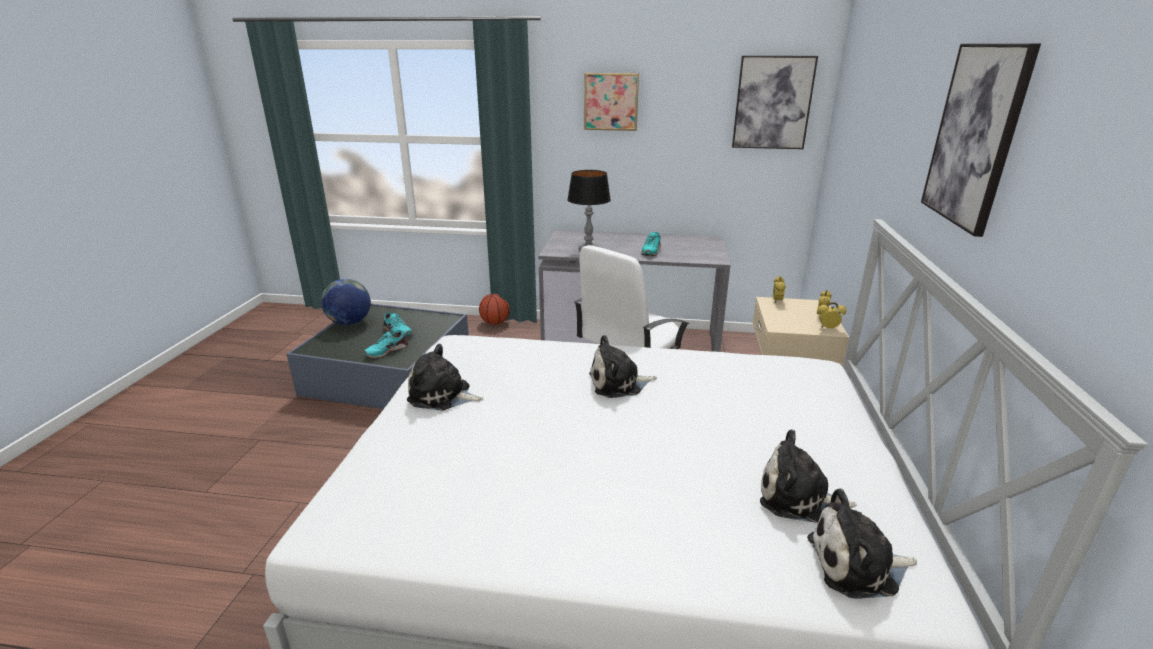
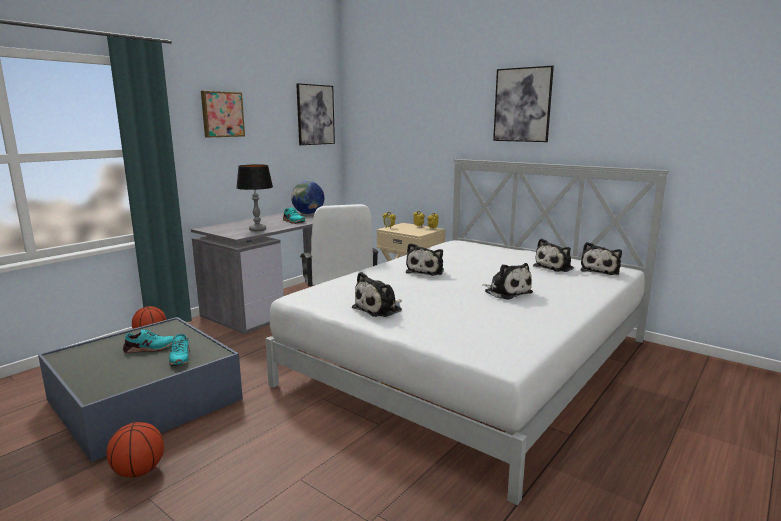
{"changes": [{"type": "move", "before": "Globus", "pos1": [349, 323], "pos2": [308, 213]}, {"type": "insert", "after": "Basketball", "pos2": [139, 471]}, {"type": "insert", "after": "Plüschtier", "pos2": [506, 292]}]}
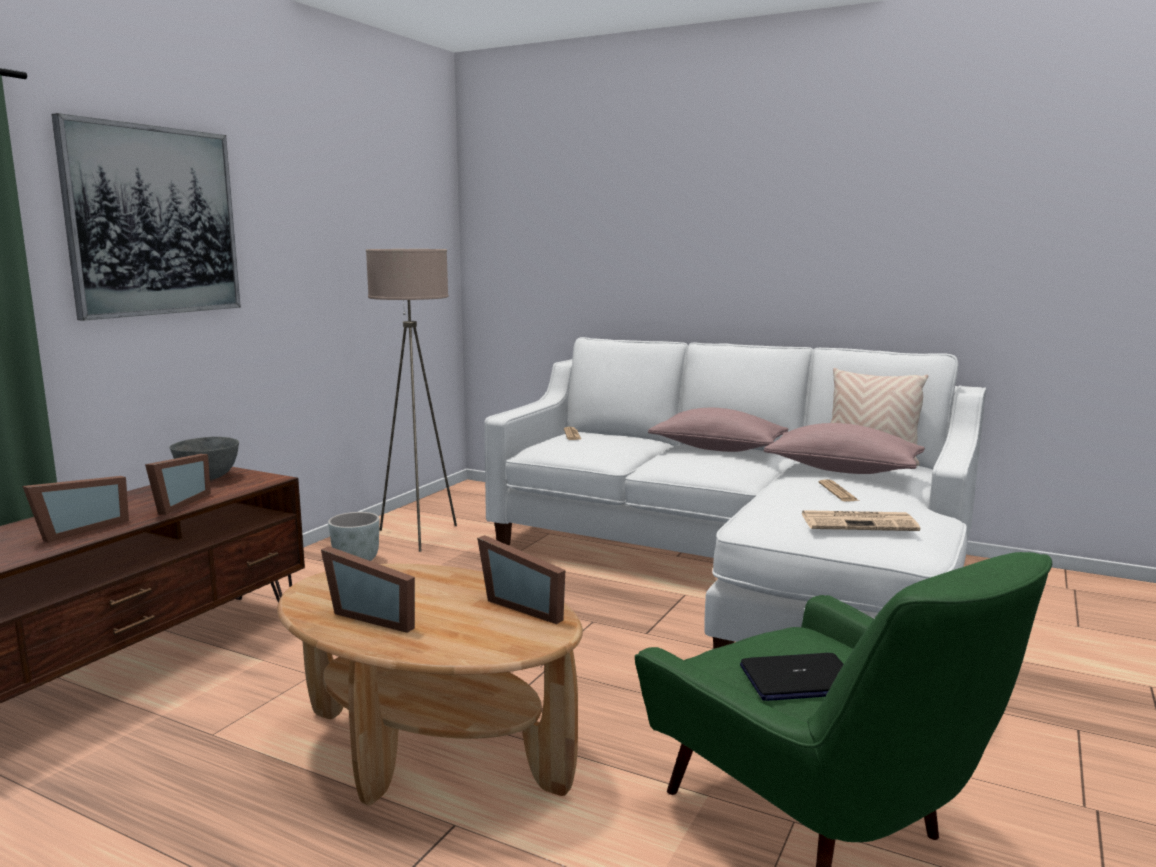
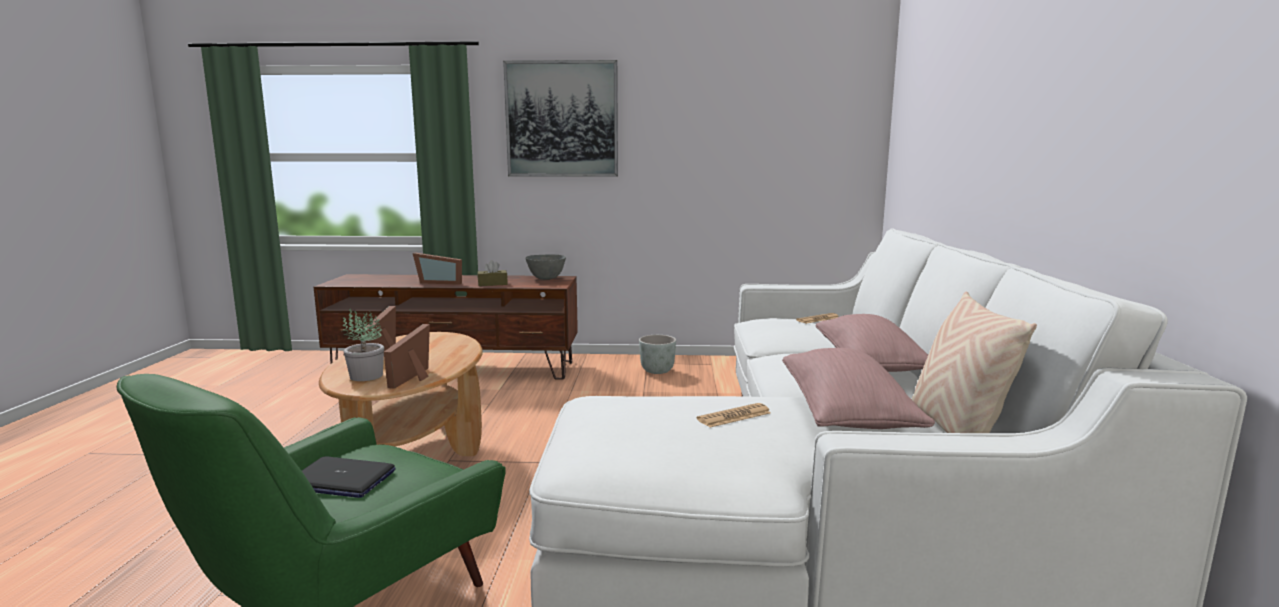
{"changes": [{"type": "replace", "before": "Bilderrahmen", "after": "Taschentuchbox/braun", "pos1": [175, 504], "pos2": [492, 284]}, {"type": "delete", "before": "Stehlampe/beige", "pos1": [418, 535]}, {"type": "rotate", "before": "Laptop", "pos1": [799, 680], "pos2": [340, 479], "turn": -45}, {"type": "delete", "before": "Zeitung", "pos1": [860, 522]}, {"type": "insert", "after": "Topfpflanze", "pos2": [365, 376]}]}
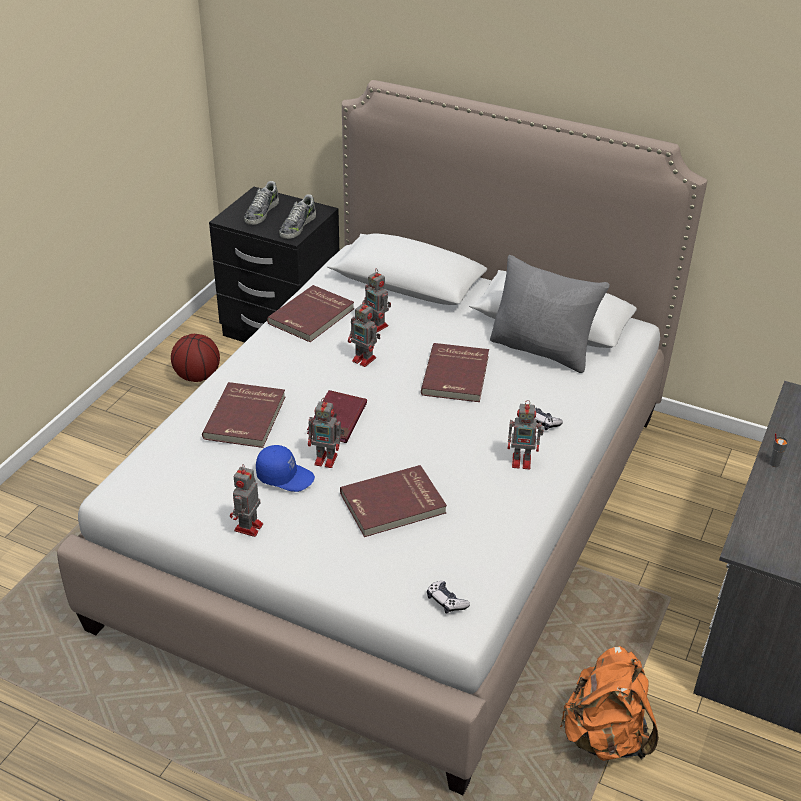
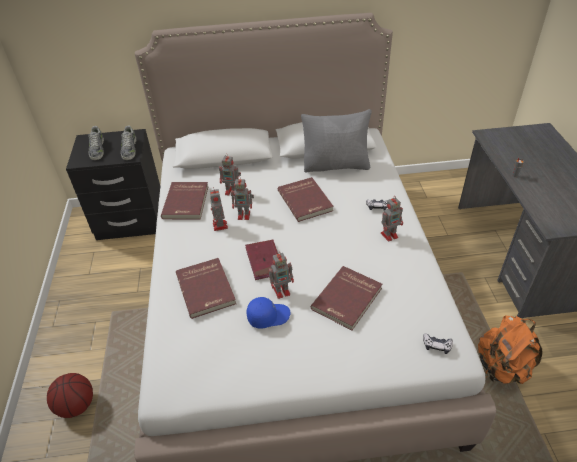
{"changes": [{"type": "move", "before": "Basketball", "pos1": [197, 376], "pos2": [76, 405]}, {"type": "move", "before": "Spielzeugroboter", "pos1": [248, 528], "pos2": [220, 226]}]}
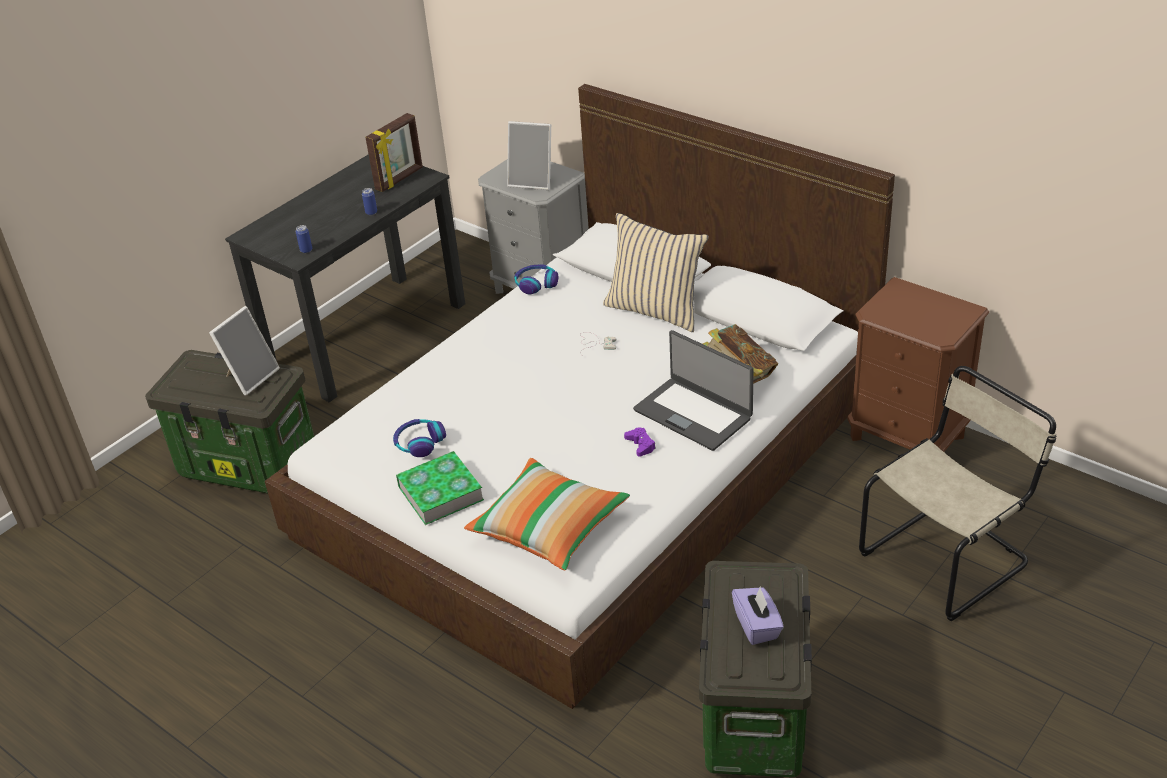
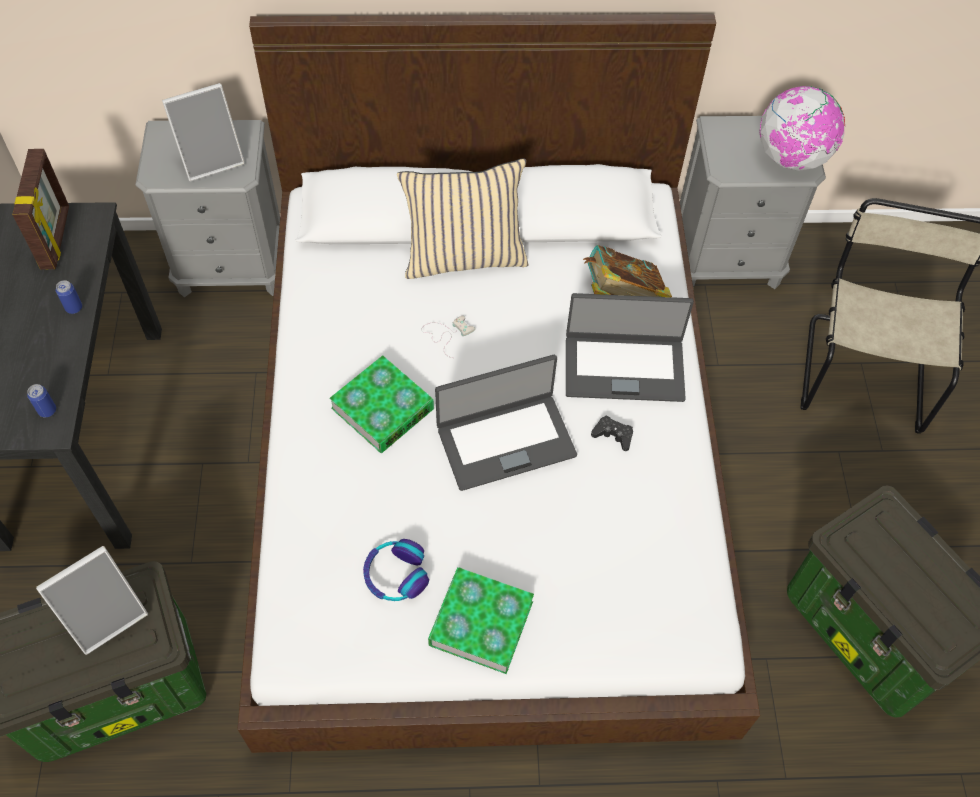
{"changes": [{"type": "rotate", "before": "Bilderrahmen", "pos1": [250, 377], "pos2": [106, 615], "turn": 60}, {"type": "delete", "before": "Kissen", "pos1": [549, 527]}, {"type": "delete", "before": "Kopfhörer", "pos1": [536, 284]}, {"type": "recolor", "before": "Gamepad/lila", "after": "Gamepad/schwarz", "pos1": [640, 445], "pos2": [613, 435]}, {"type": "delete", "before": "Taschentuchbox/lila", "pos1": [757, 626]}, {"type": "recolor", "before": "Nachttisch/braun", "after": "Nachttisch/grau", "pos1": [907, 437], "pos2": [727, 260]}, {"type": "insert", "after": "Buch", "pos2": [382, 409]}, {"type": "insert", "after": "Laptop", "pos2": [505, 440]}, {"type": "insert", "after": "Globus", "pos2": [792, 158]}]}
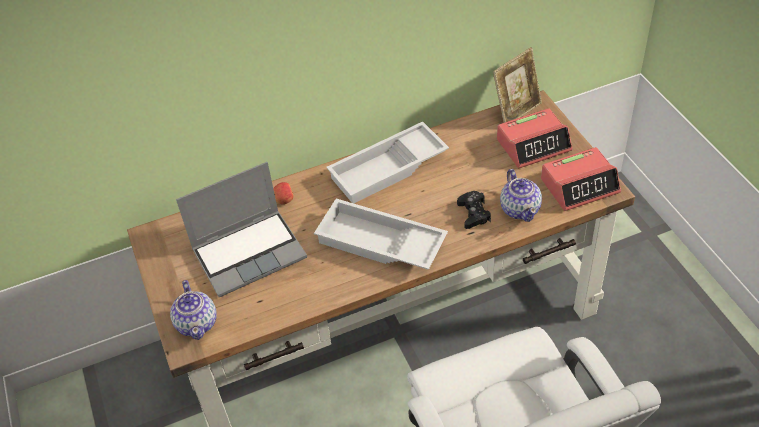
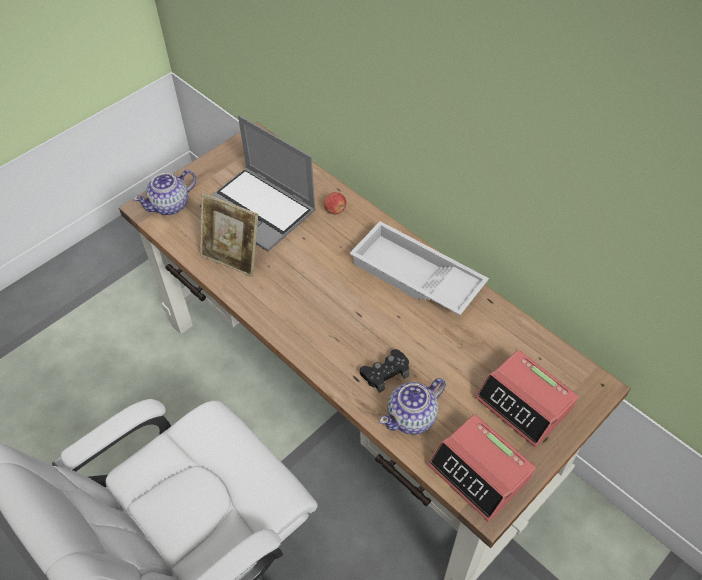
{"changes": [{"type": "delete", "before": "Tablett/weiß", "pos1": [379, 244]}, {"type": "move", "before": "Bilderrahmen", "pos1": [516, 110], "pos2": [232, 258]}]}
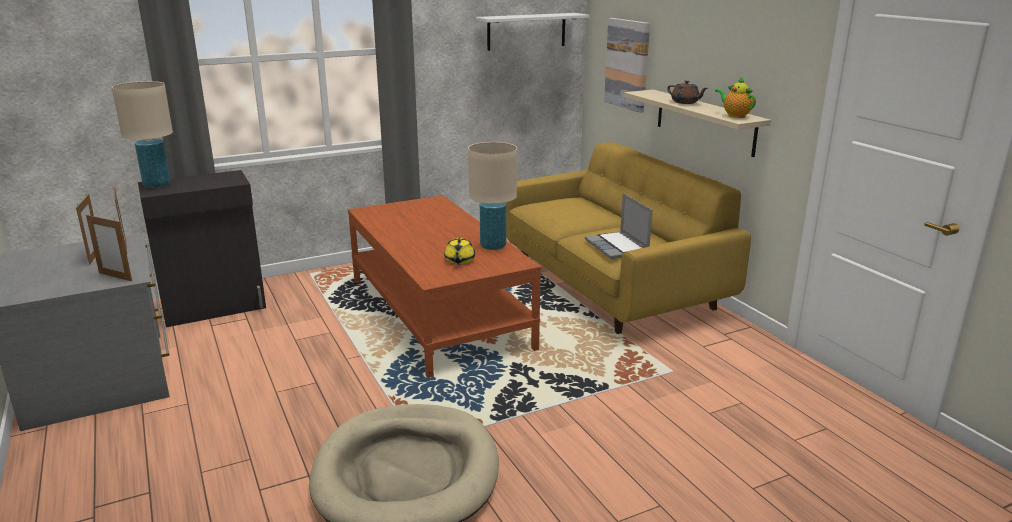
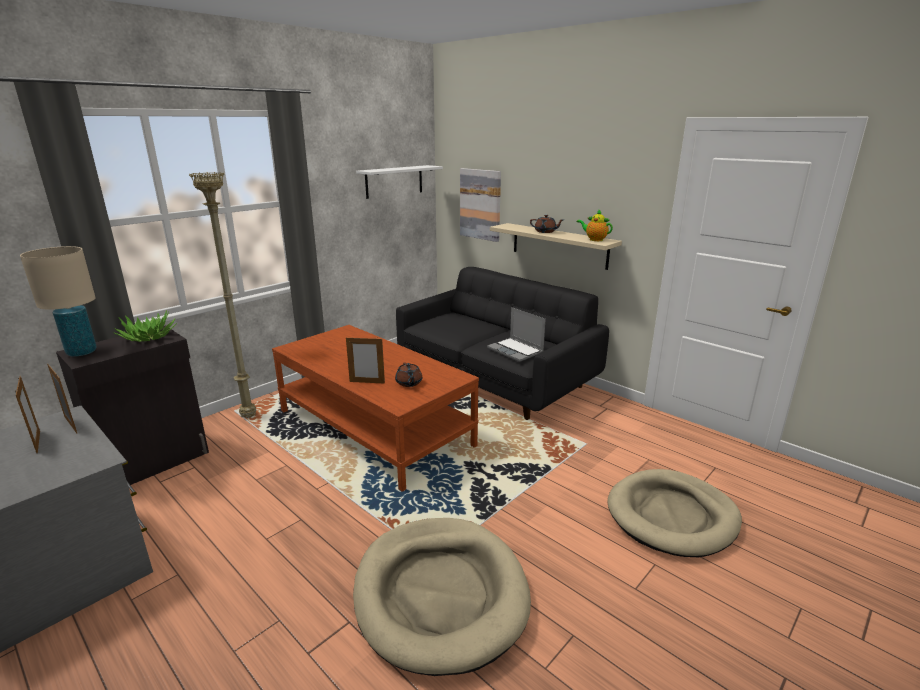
{"changes": [{"type": "move", "before": "Bilderrahmen", "pos1": [115, 277], "pos2": [367, 382]}, {"type": "recolor", "before": "Teekanne/gelb", "after": "Teekanne/braun", "pos1": [459, 261], "pos2": [409, 383]}, {"type": "delete", "before": "Tischlampe/beige", "pos1": [493, 246]}, {"type": "recolor", "before": "Sofa/gelb", "after": "Sofa/schwarz", "pos1": [611, 284], "pos2": [495, 379]}, {"type": "insert", "after": "Topfpflanze", "pos2": [148, 337]}, {"type": "insert", "after": "Stehlampe/beige", "pos2": [248, 416]}, {"type": "insert", "after": "Hundebett/beige", "pos2": [672, 516]}]}
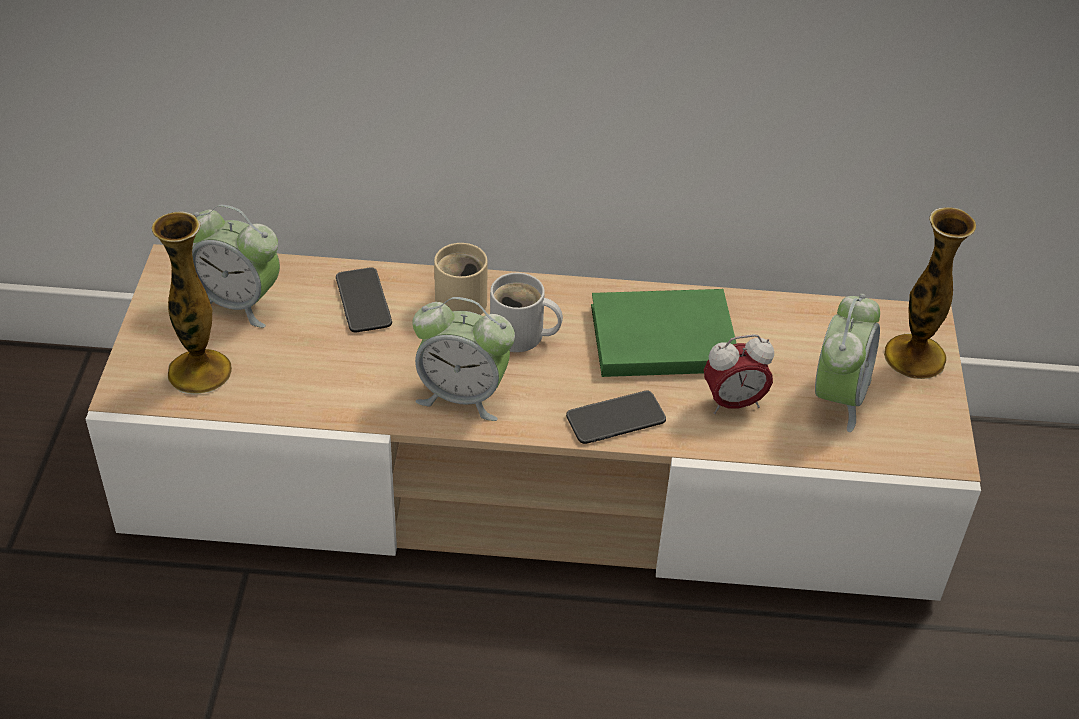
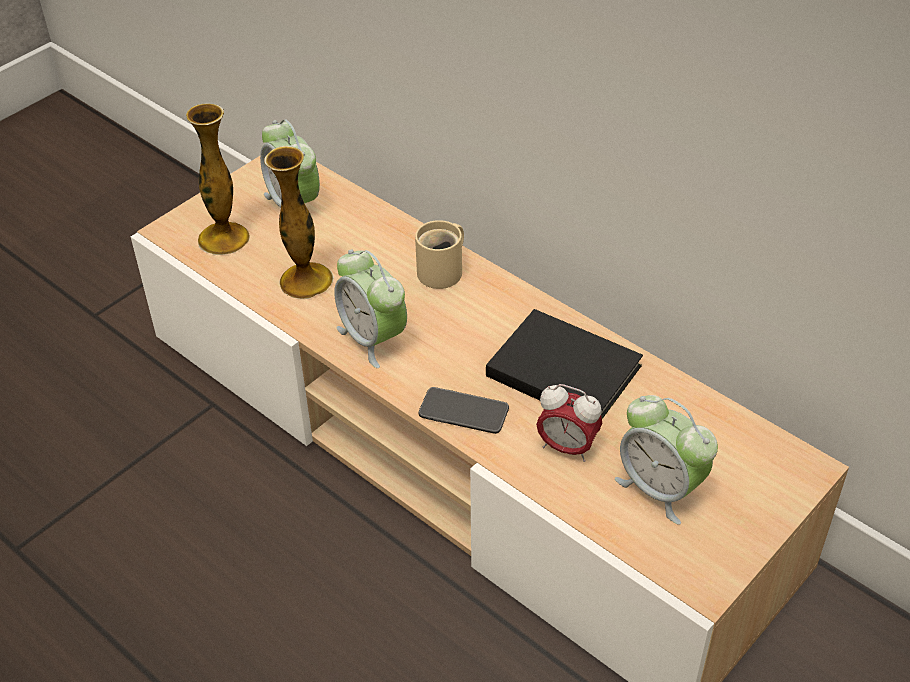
{"changes": [{"type": "delete", "before": "Handy", "pos1": [363, 301]}, {"type": "delete", "before": "Henkelbecher/weiß", "pos1": [521, 336]}, {"type": "recolor", "before": "Buch/grün", "after": "Buch/schwarz", "pos1": [658, 336], "pos2": [561, 368]}, {"type": "rotate", "before": "Wecker", "pos1": [838, 397], "pos2": [660, 488], "turn": 75}, {"type": "move", "before": "Vase", "pos1": [914, 356], "pos2": [306, 280]}]}
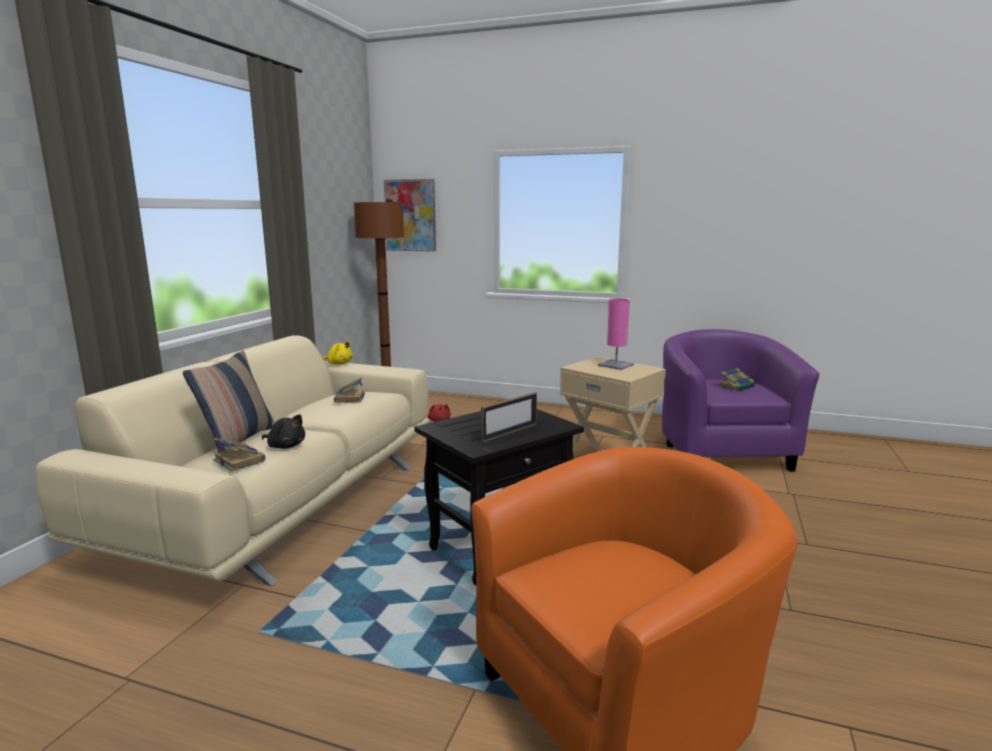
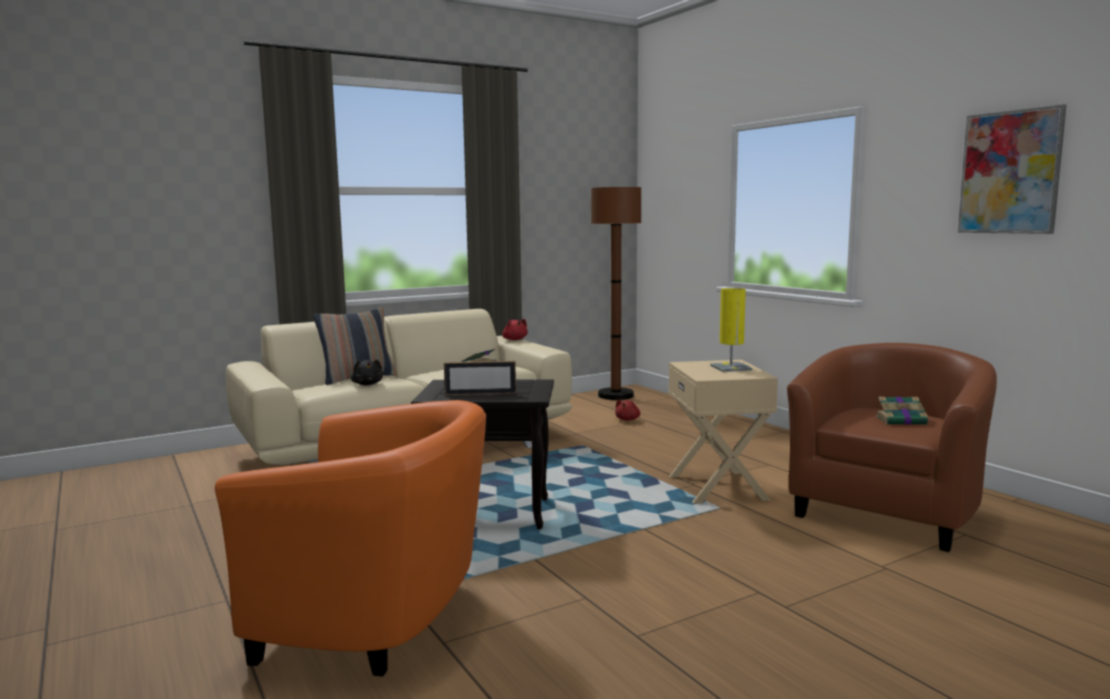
{"changes": [{"type": "delete", "before": "Buch", "pos1": [238, 460]}, {"type": "recolor", "before": "Plüschtier/gelb", "after": "Plüschtier/rot", "pos1": [338, 363], "pos2": [514, 339]}, {"type": "move", "before": "Bild", "pos1": [410, 215], "pos2": [1010, 172]}, {"type": "recolor", "before": "Tischlampe/rosa", "after": "Tischlampe/gelb", "pos1": [616, 365], "pos2": [731, 368]}, {"type": "recolor", "before": "Sessel/lila", "after": "Sessel/braun", "pos1": [722, 452], "pos2": [888, 511]}]}
